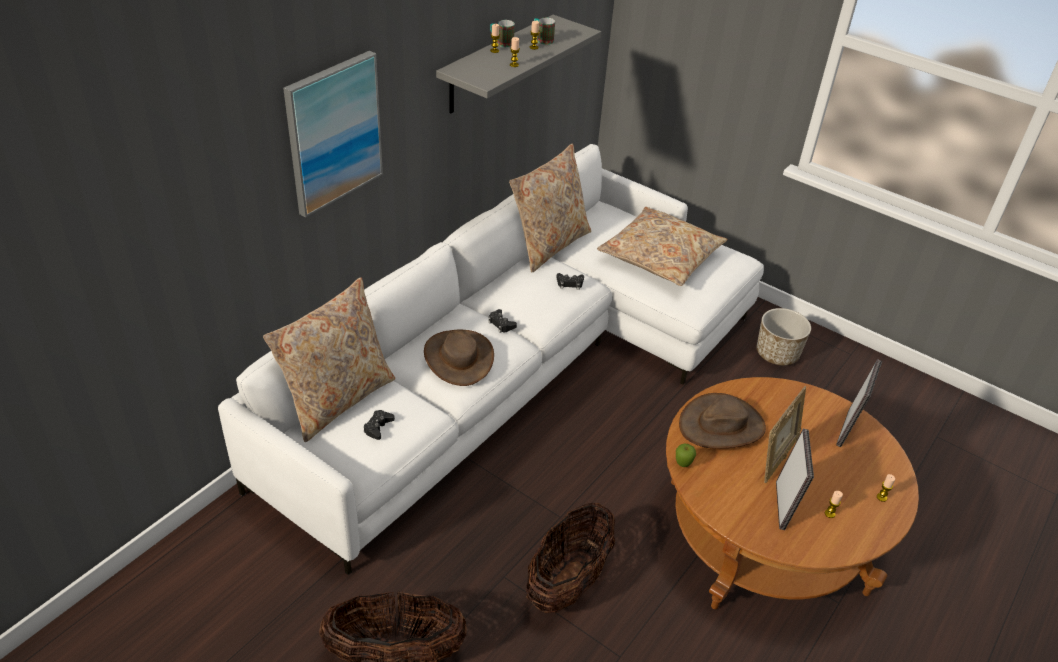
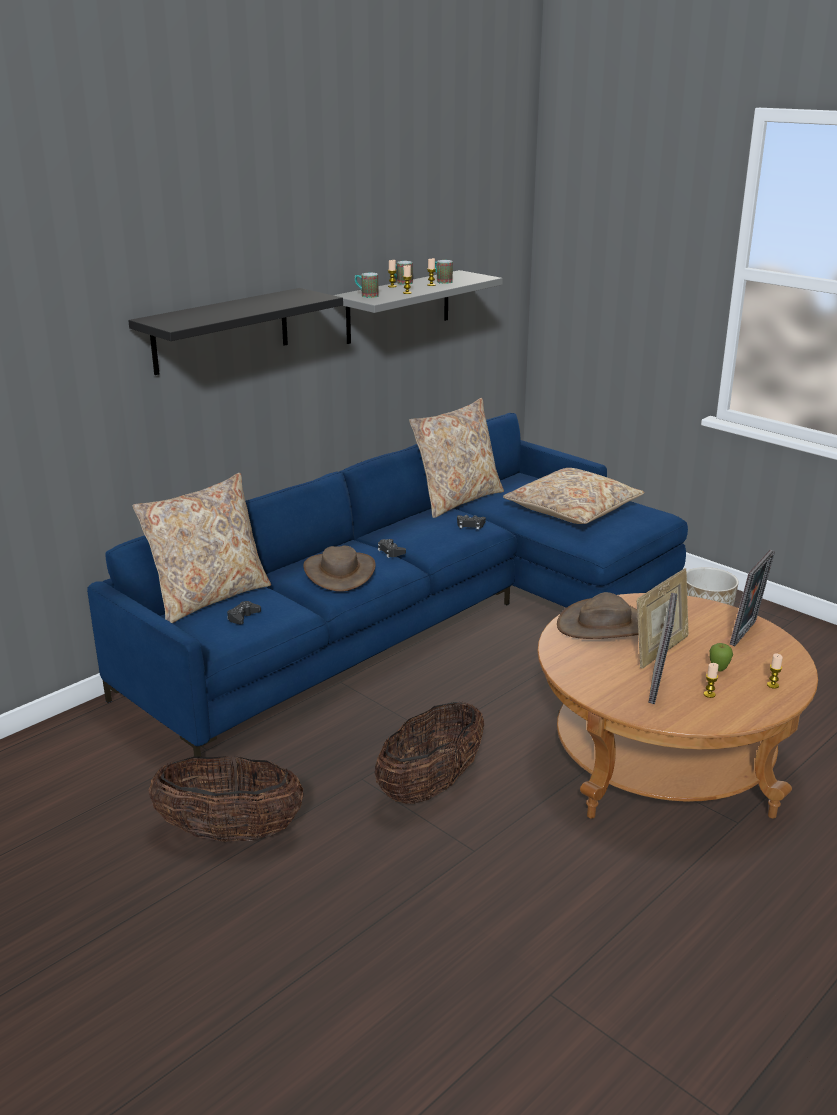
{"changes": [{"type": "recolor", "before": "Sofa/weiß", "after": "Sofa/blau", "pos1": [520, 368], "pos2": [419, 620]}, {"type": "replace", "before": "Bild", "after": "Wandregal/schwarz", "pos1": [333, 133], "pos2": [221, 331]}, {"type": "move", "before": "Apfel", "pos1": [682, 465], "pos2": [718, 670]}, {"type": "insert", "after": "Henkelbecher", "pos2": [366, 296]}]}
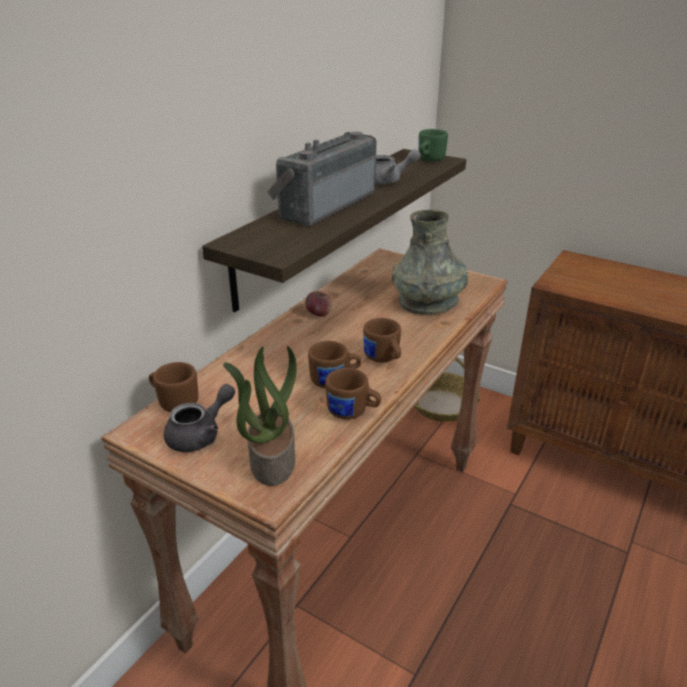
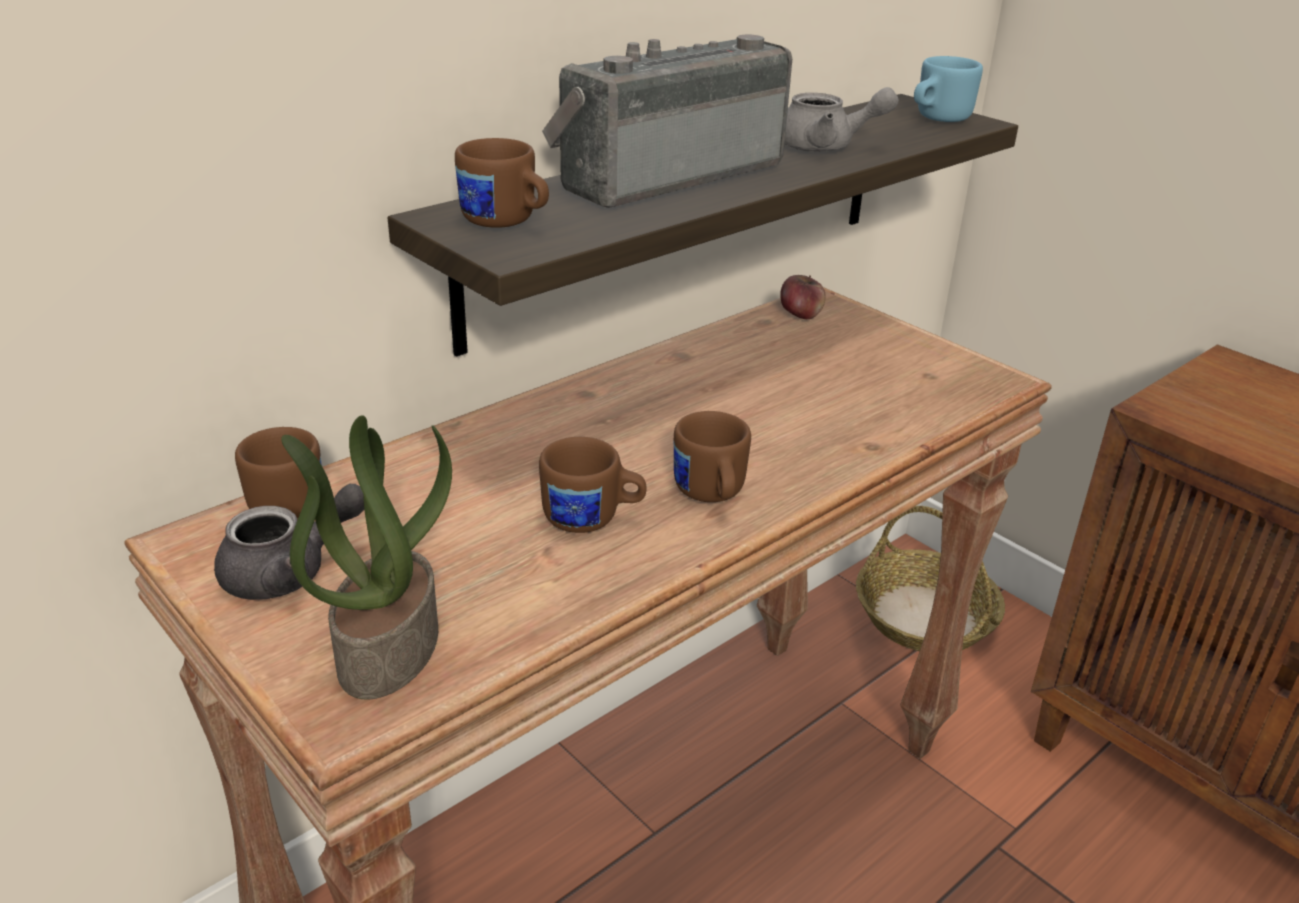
{"changes": [{"type": "move", "before": "Apfel", "pos1": [319, 313], "pos2": [801, 315]}, {"type": "move", "before": "Henkelbecher/braun", "pos1": [353, 412], "pos2": [506, 223]}, {"type": "delete", "before": "Vase/grau", "pos1": [428, 301]}, {"type": "recolor", "before": "Henkelbecher/grün", "after": "Henkelbecher/blau", "pos1": [428, 160], "pos2": [936, 119]}]}
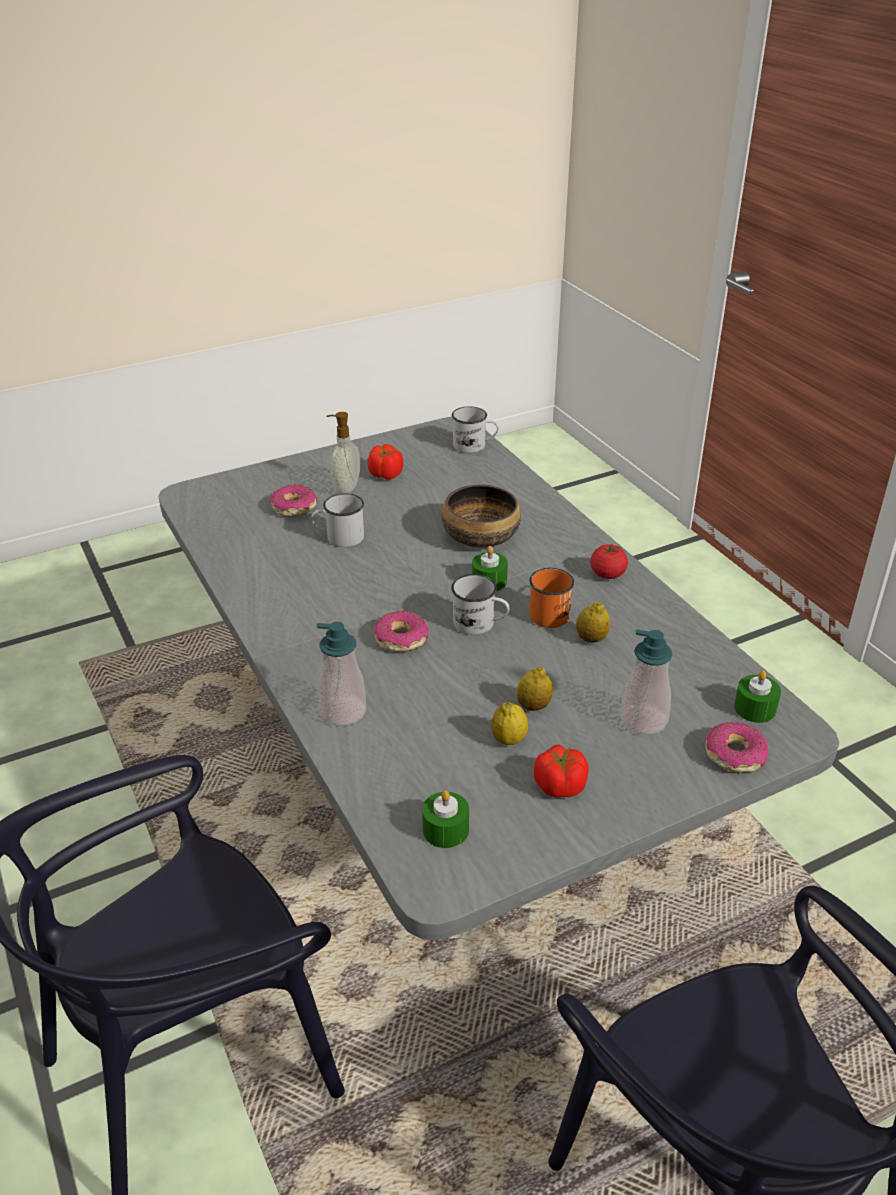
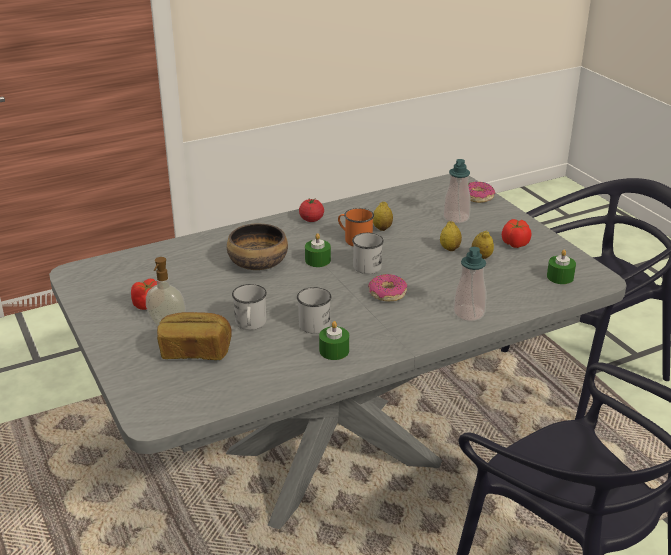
{"changes": [{"type": "replace", "before": "Donut", "after": "Brot", "pos1": [294, 507], "pos2": [195, 351]}, {"type": "move", "before": "Henkelbecher/weiß", "pos1": [474, 446], "pos2": [315, 322]}, {"type": "move", "before": "Kerze/grün", "pos1": [755, 708], "pos2": [334, 351]}]}
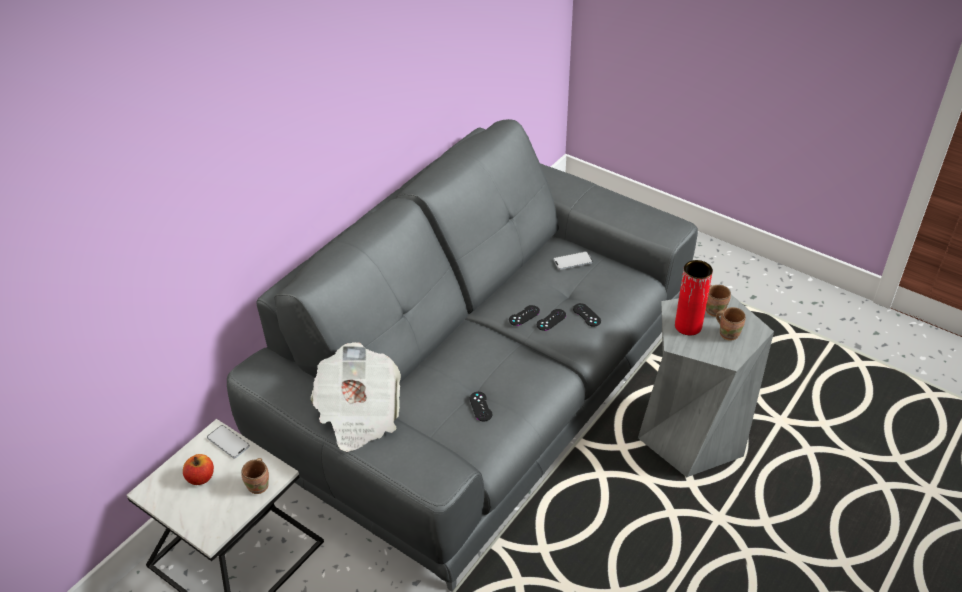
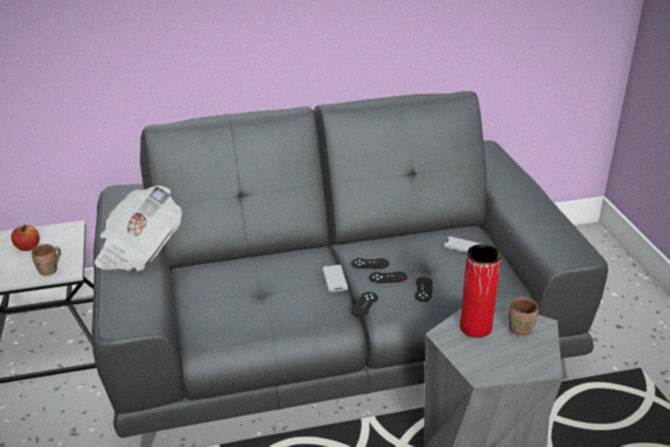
{"changes": [{"type": "move", "before": "Handy", "pos1": [228, 442], "pos2": [334, 279]}, {"type": "move", "before": "Gamepad/schwarz", "pos1": [480, 406], "pos2": [364, 304]}, {"type": "delete", "before": "Henkelbecher/braun", "pos1": [728, 333]}]}
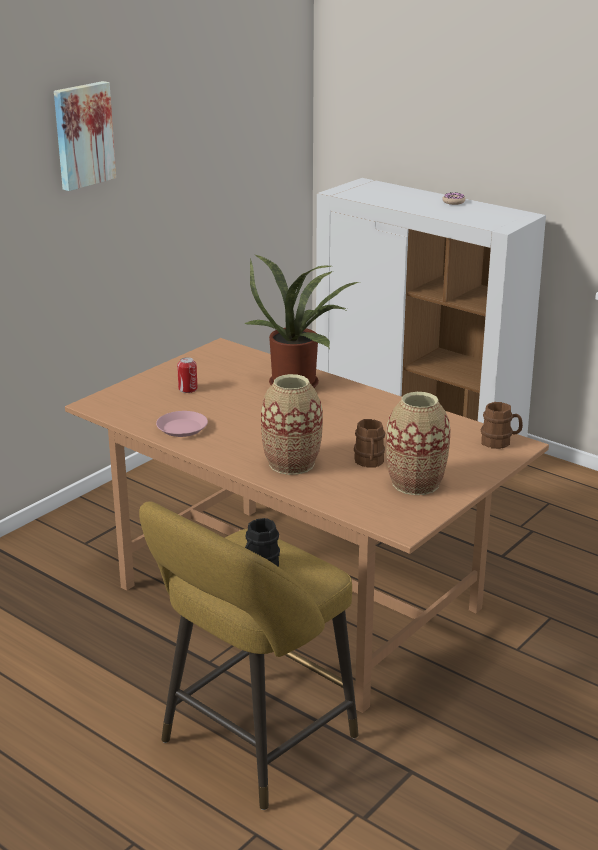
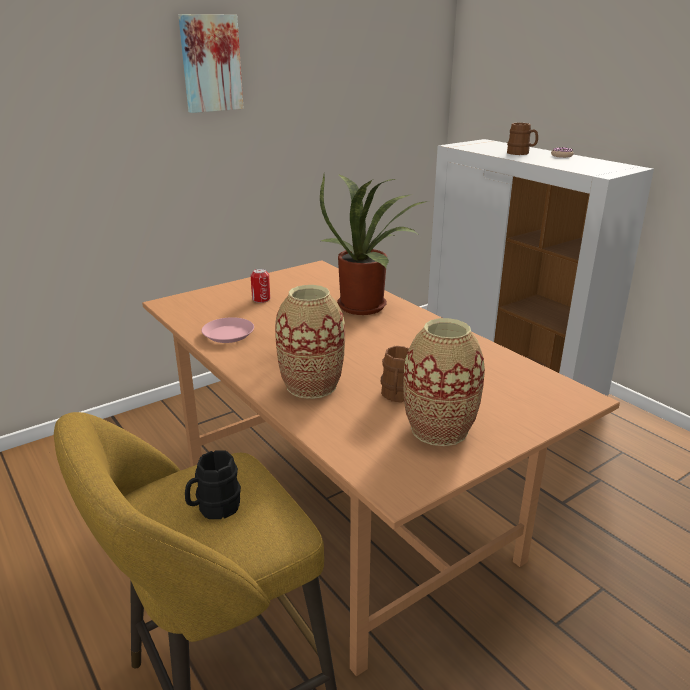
{"changes": [{"type": "move", "before": "Henkelbecher/braun", "pos1": [500, 442], "pos2": [521, 153]}]}
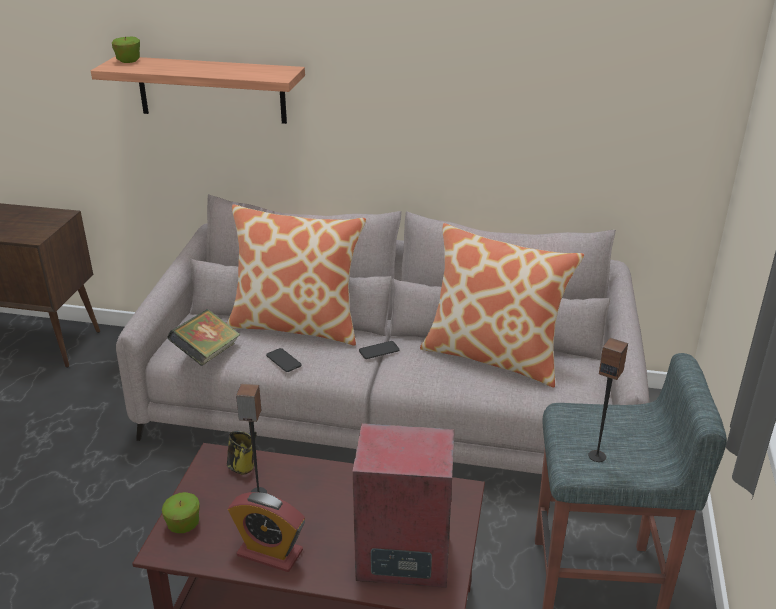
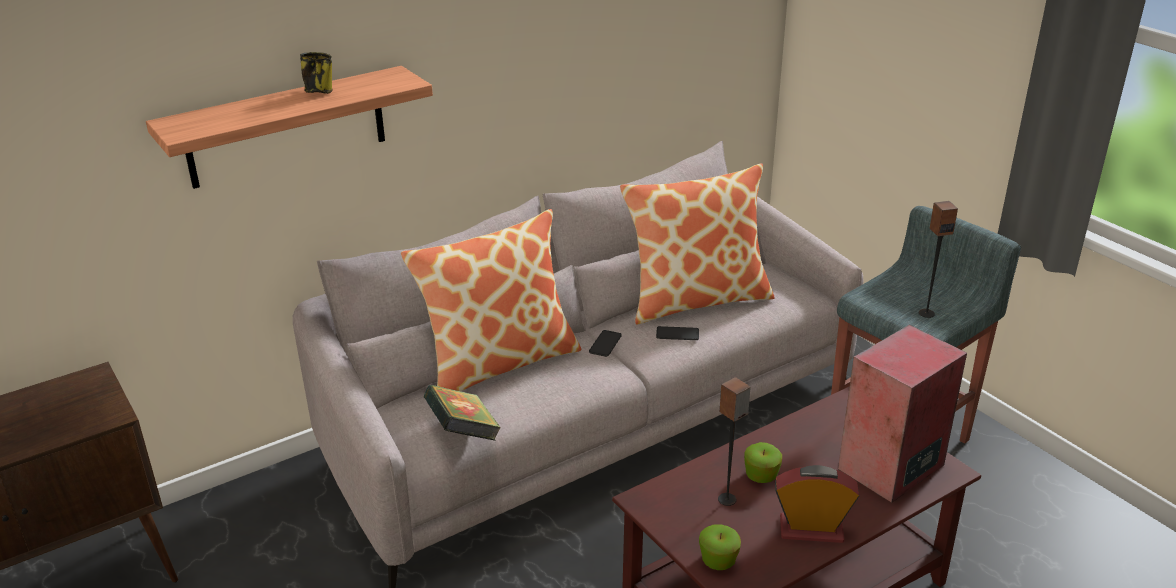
{"changes": [{"type": "move", "before": "Apfel", "pos1": [128, 61], "pos2": [761, 476]}, {"type": "move", "before": "Henkelbecher", "pos1": [243, 465], "pos2": [318, 91]}, {"type": "rotate", "before": "Wecker", "pos1": [270, 553], "pos2": [811, 530], "turn": -150}, {"type": "move", "before": "Handy", "pos1": [283, 360], "pos2": [677, 334]}]}
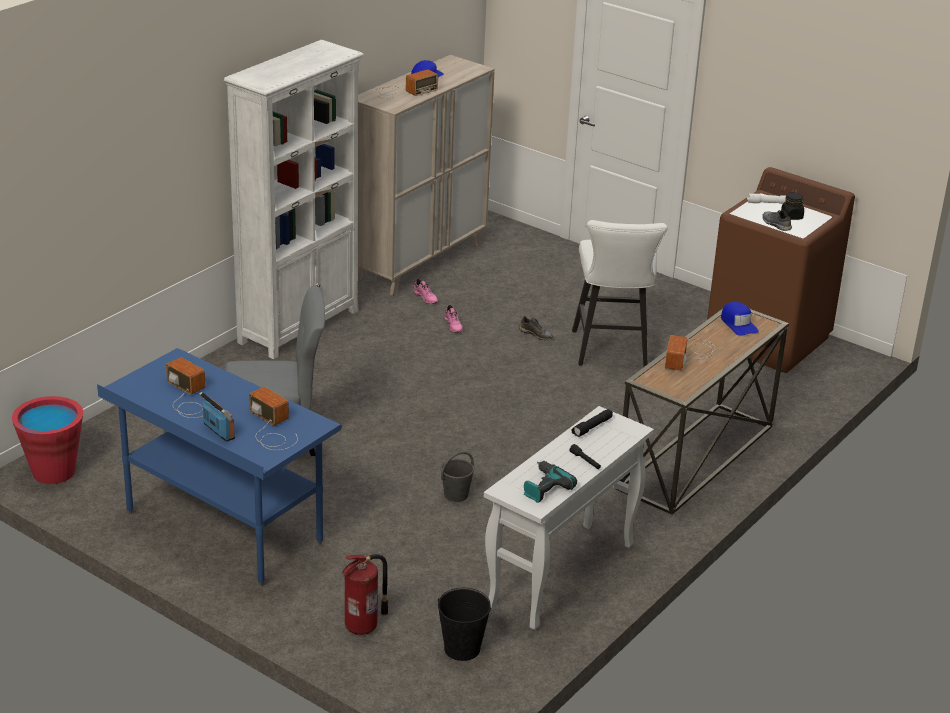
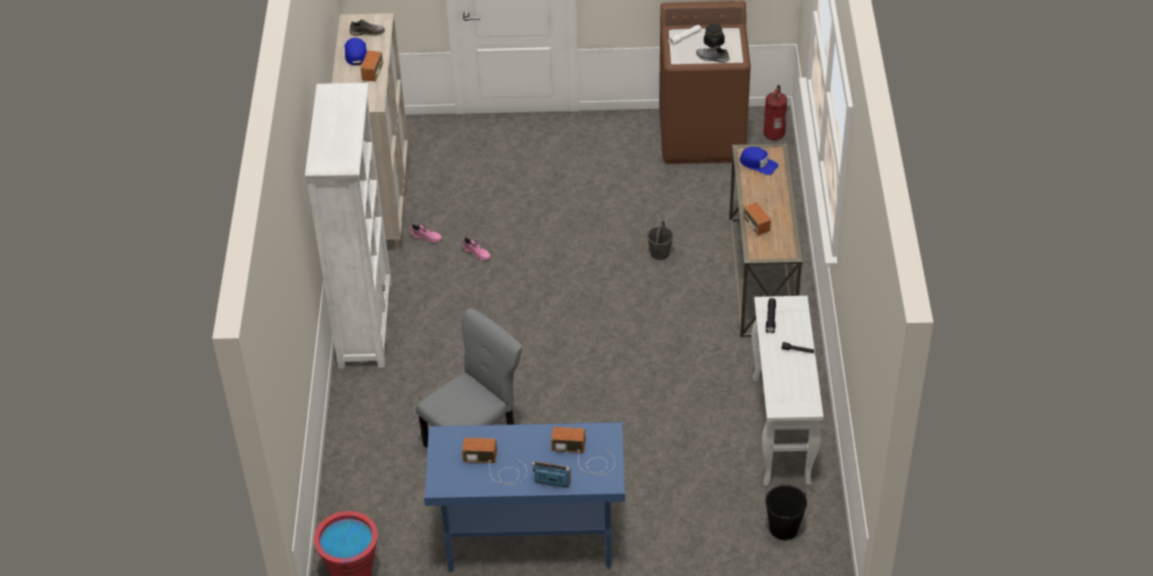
{"changes": [{"type": "move", "before": "Feuerlöscher", "pos1": [363, 626], "pos2": [774, 134]}, {"type": "move", "before": "Eimer/grau", "pos1": [456, 494], "pos2": [660, 253]}, {"type": "move", "before": "Schuh/grau", "pos1": [536, 334], "pos2": [367, 32]}, {"type": "delete", "before": "Bohrmaschine", "pos1": [544, 487]}, {"type": "delete", "before": "Hocker/weiß", "pos1": [611, 352]}]}
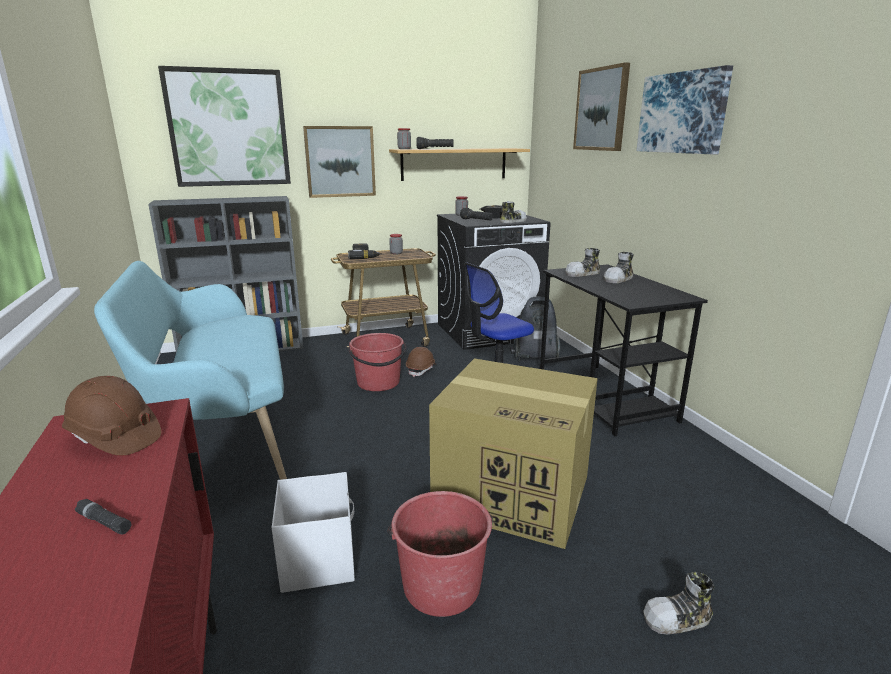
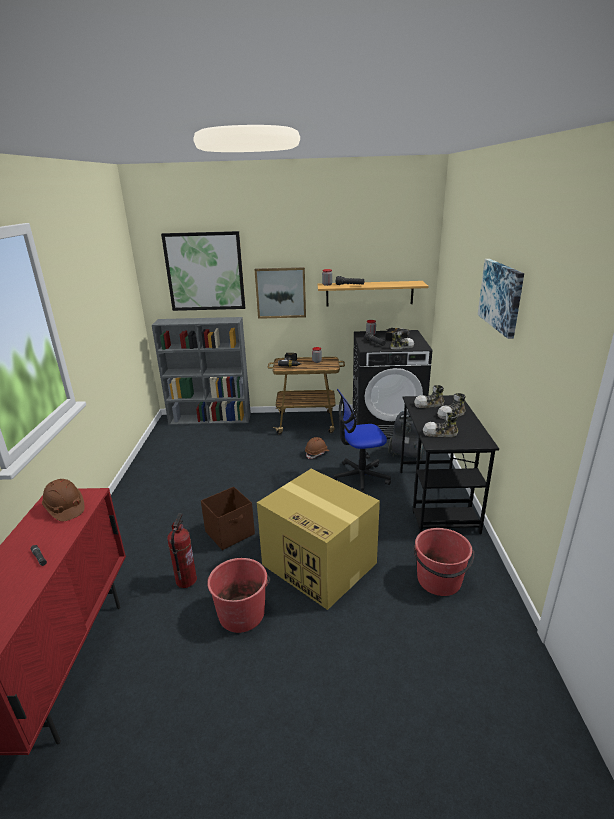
{"changes": [{"type": "delete", "before": "Bank/türkis", "pos1": [223, 443]}, {"type": "replace", "before": "Aufbewahrungsbox/weiß", "after": "Feuerlöscher", "pos1": [319, 559], "pos2": [186, 580]}, {"type": "move", "before": "Eimer/rot", "pos1": [378, 383], "pos2": [439, 580]}, {"type": "delete", "before": "Bild", "pos1": [601, 109]}, {"type": "move", "before": "Schuh", "pos1": [678, 619], "pos2": [440, 433]}, {"type": "insert", "after": "Aufbewahrungsbox/braun", "pos2": [230, 533]}]}
